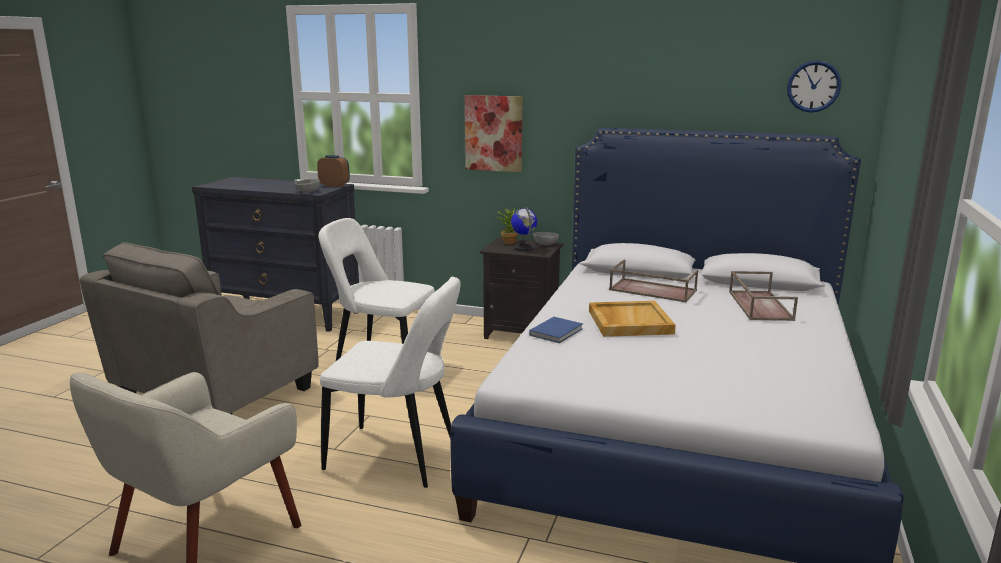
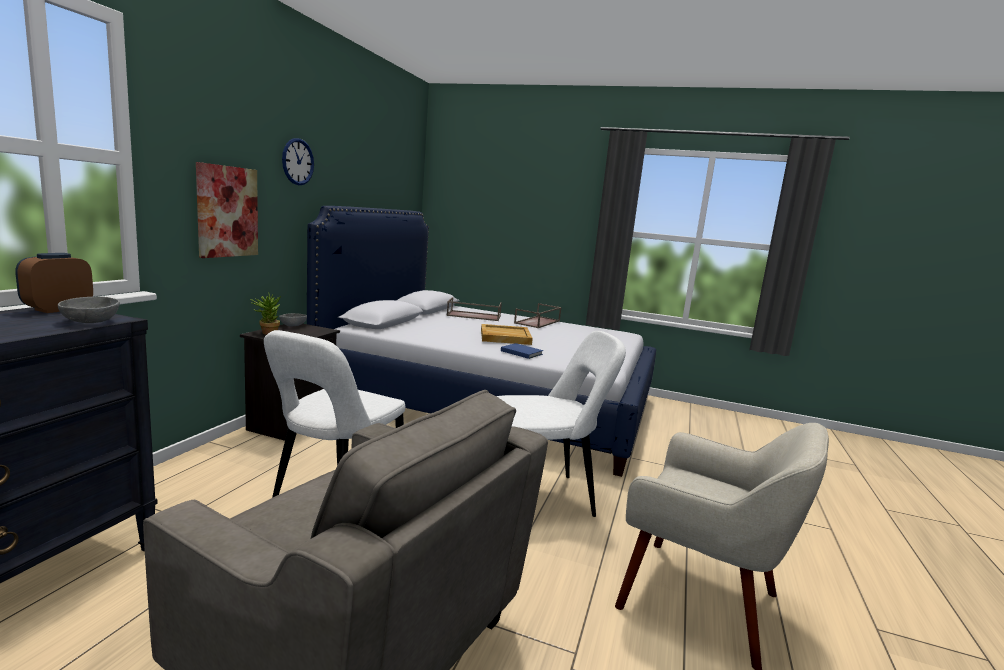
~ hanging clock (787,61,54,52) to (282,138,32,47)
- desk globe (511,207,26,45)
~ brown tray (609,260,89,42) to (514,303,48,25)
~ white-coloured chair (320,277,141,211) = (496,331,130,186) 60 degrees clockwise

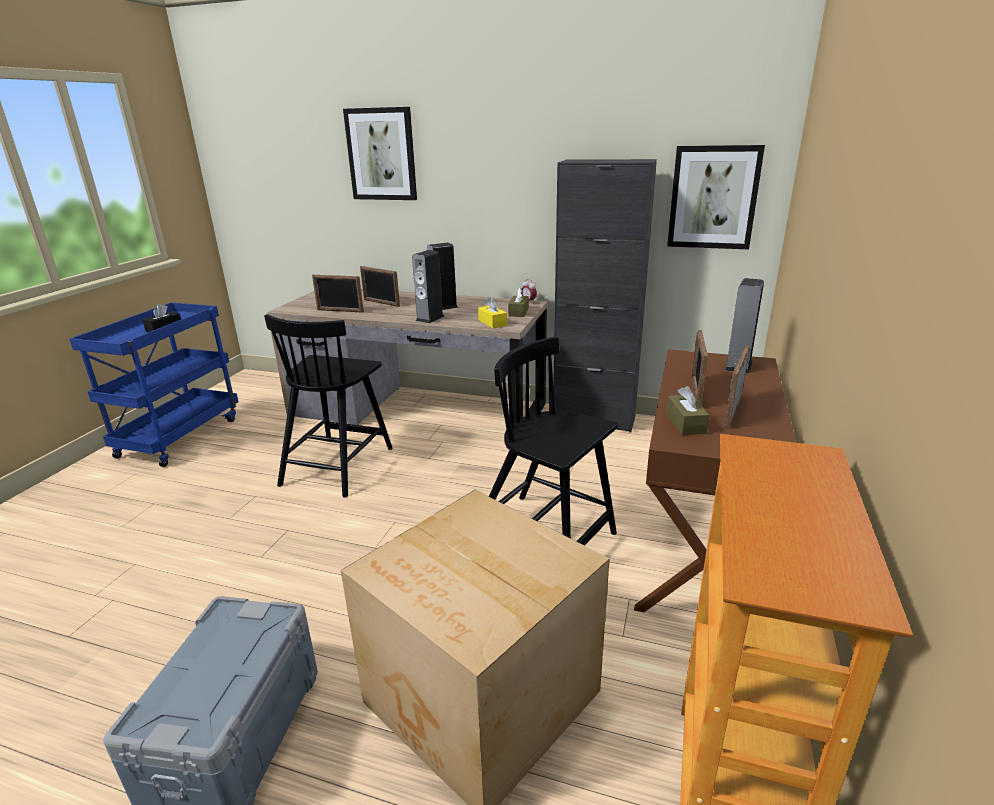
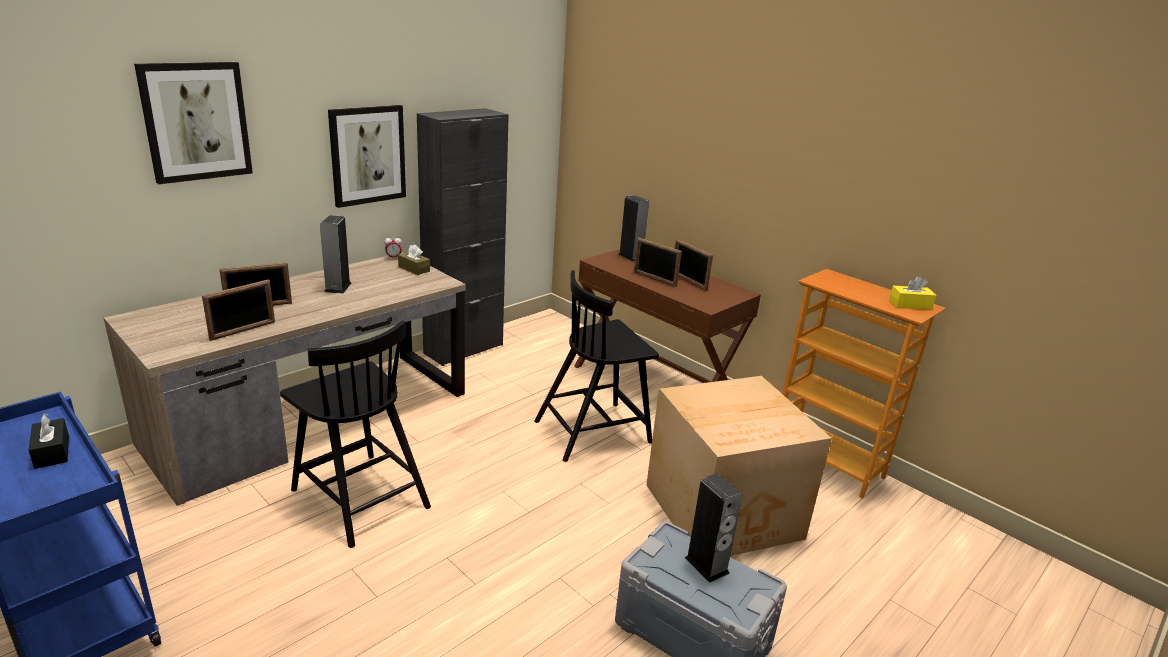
~ picture (667,145,98,104) to (328,105,78,103)
~ audio speaker (412,250,32,73) to (684,473,58,110)
~ yellow-coloured tissue box (478,297,29,31) to (889,276,48,34)
- brown tissue box (666,386,44,49)

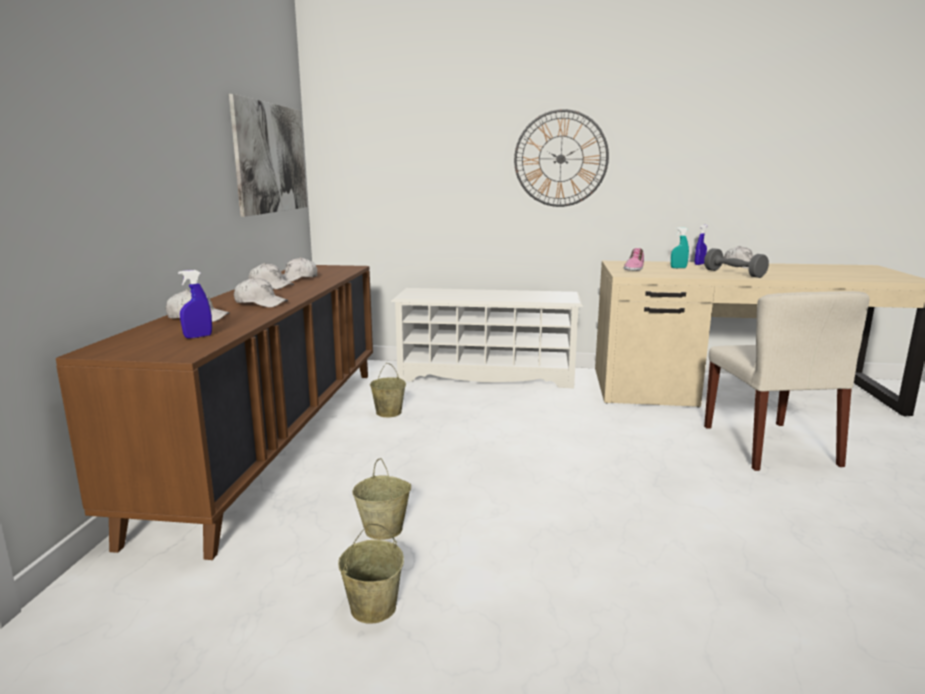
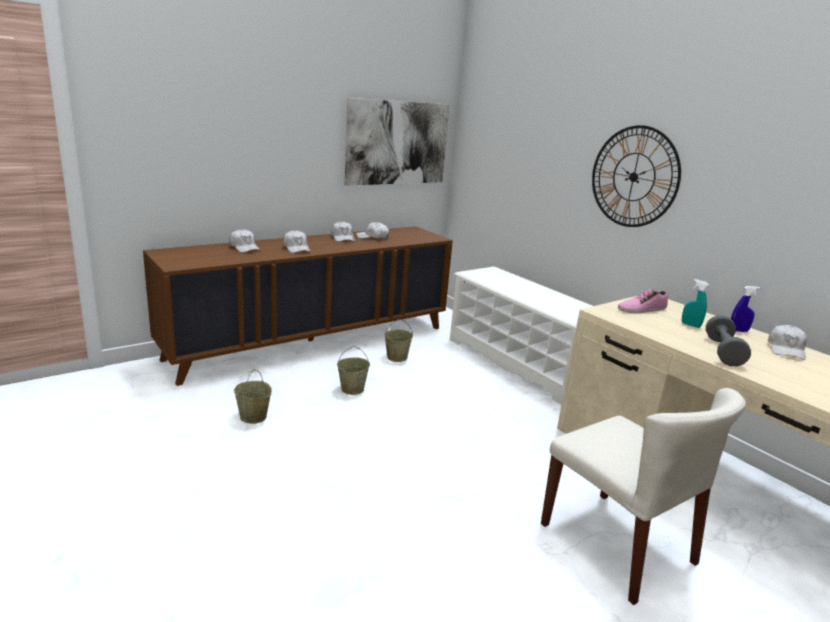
- blue hand sprayer (178,270,34,69)
~ beige chair (704,291,165,180) = (541,388,205,217) 75 degrees counterclockwise
~ beige bucket (338,524,66,100) to (337,346,33,49)

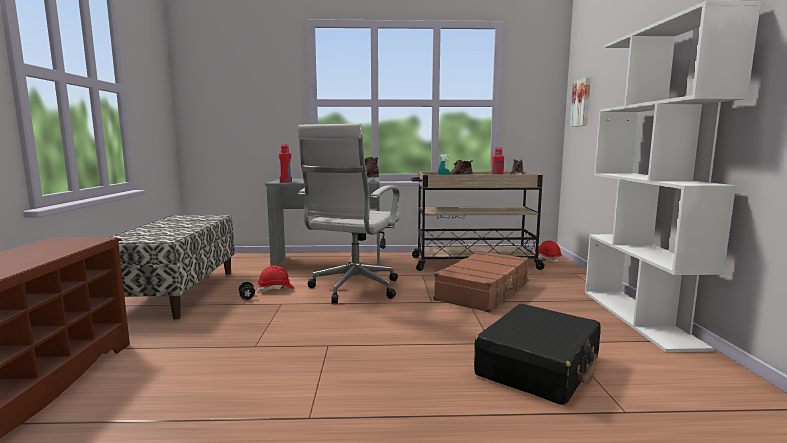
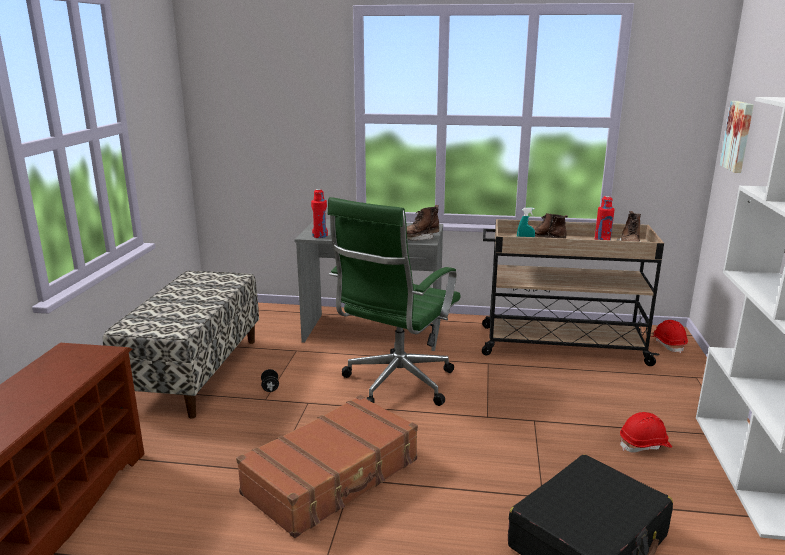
~ white-coloured computer chair (297,124,104,180) to green computer chair (328,197,133,209)
~ brown travel case (434,251,95,62) to (236,395,182,143)
~ reddish safety helmet (257,266,38,27) to (620,412,52,41)

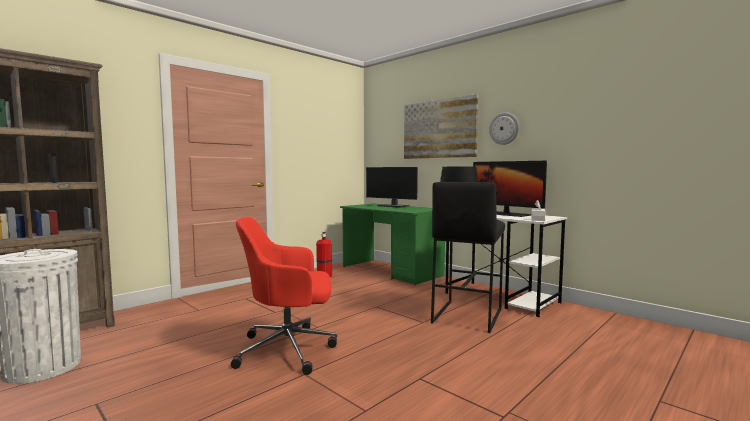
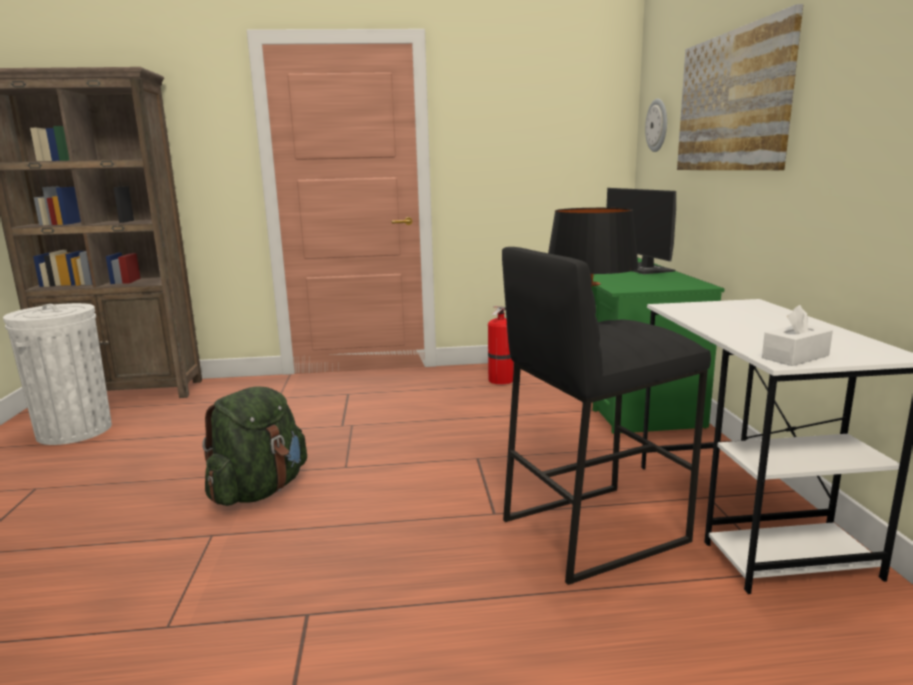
~ hanging clock (489,112,30,33) to (645,99,22,53)
- monitor (473,161,74,56)
~ reddish computer chair (231,217,106,158) to green backpack (203,386,104,120)

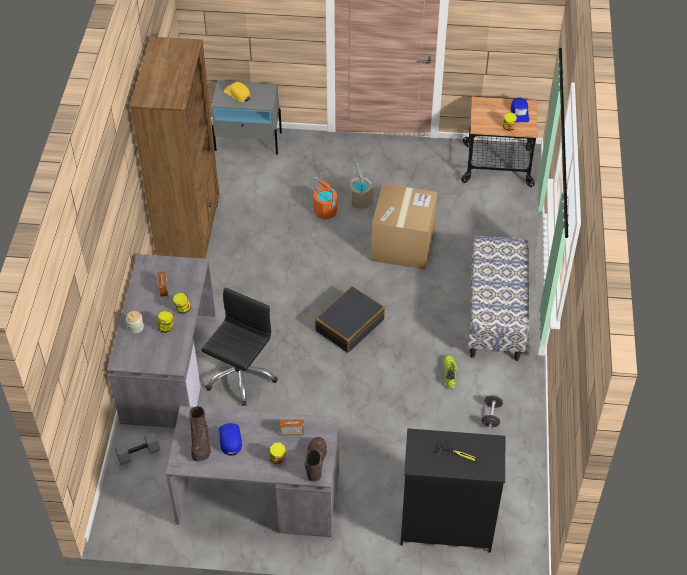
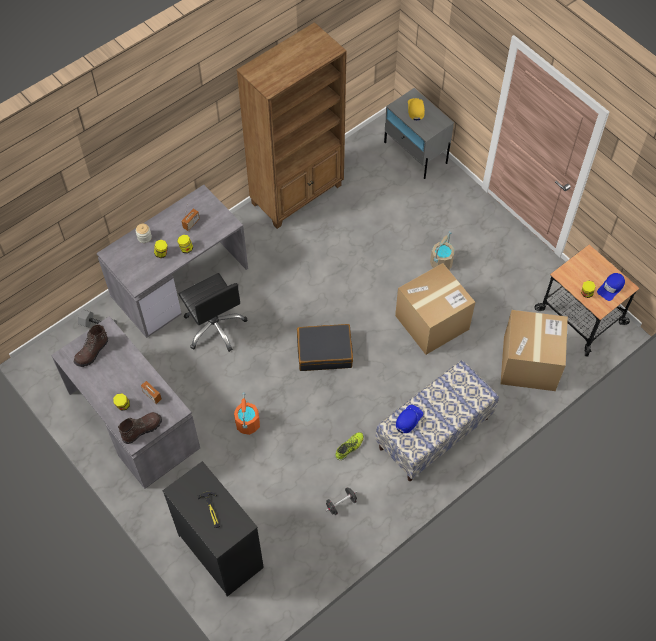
~ orange-coloured bucket (314,176,23,44) to (234,392,26,43)
~ black-coloured computer chair (201,287,77,119) = (179,273,68,79) 75 degrees clockwise
~ blue baseball cap (219,423,23,33) to (396,405,27,28)
+ carton (501,310,67,81)

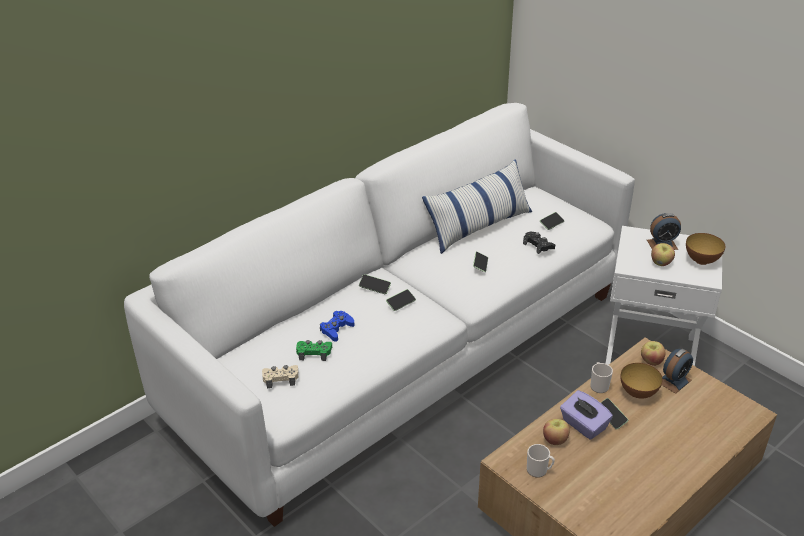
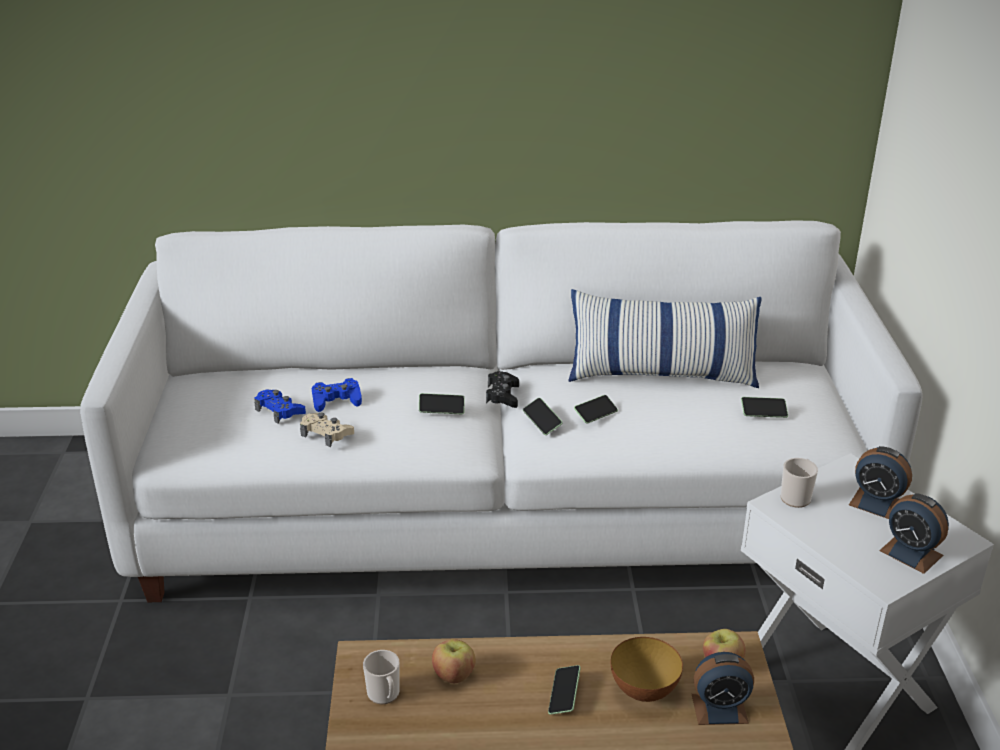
~ black-coloured joypad (523,232,32,22) to (486,371,33,37)
~ bowl (686,233,40,32) to bedside clock (880,493,69,81)
- whole apple (651,243,24,23)
~ telephone (359,274,32,20) to (523,398,40,37)
~ green joypad (296,340,36,21) to blue joypad (254,389,52,35)
~ mug (590,362,23,31) to (780,458,38,50)
~ beige joypad (262,365,36,23) to (300,413,54,34)
- purple-coloured tissue box (560,390,53,50)

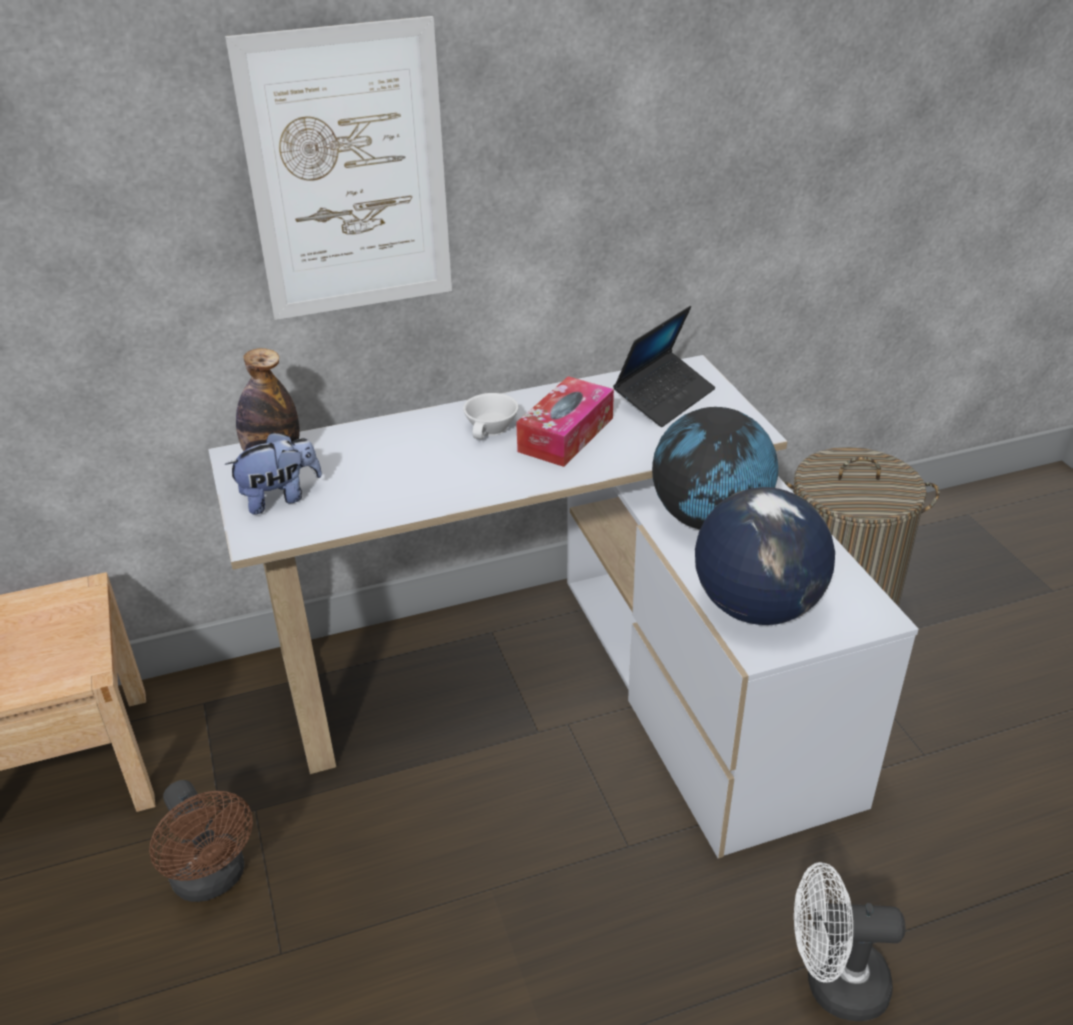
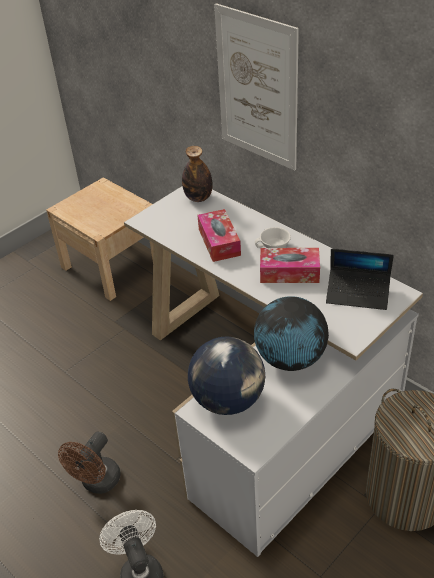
- soft toy (225,432,97,83)
~ brown cooling fan (149,780,104,122) to (58,432,63,62)
+ tissue box (197,209,44,53)

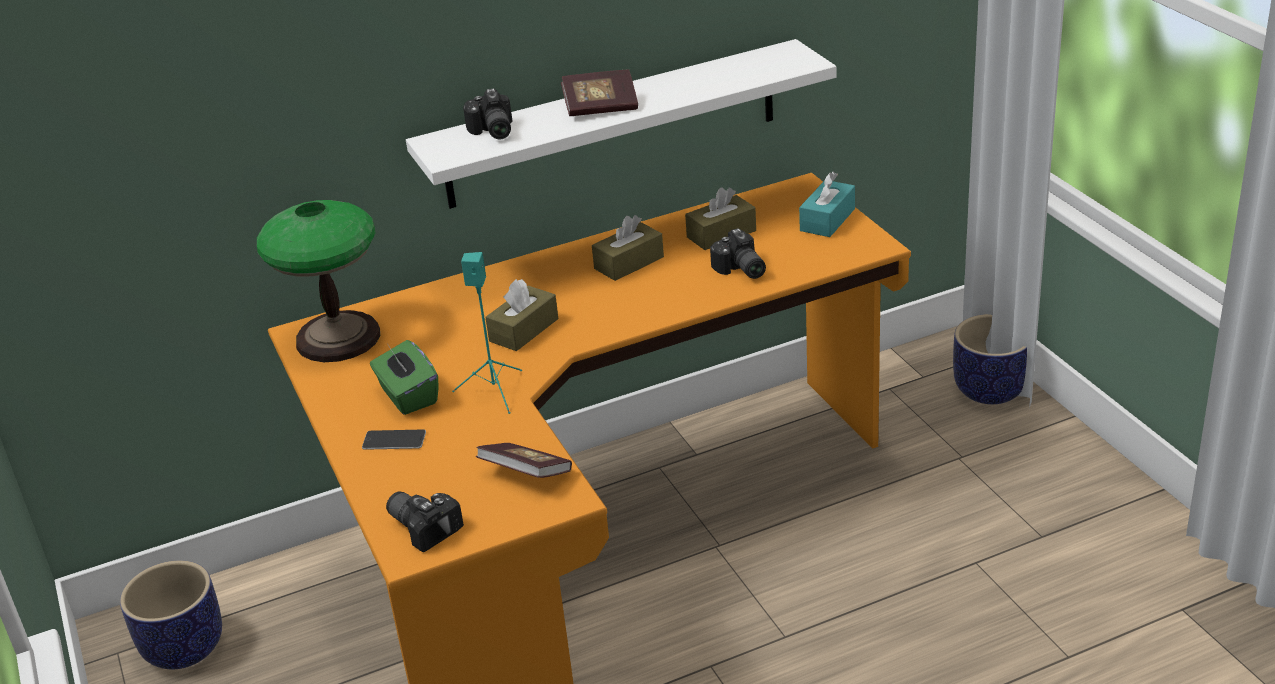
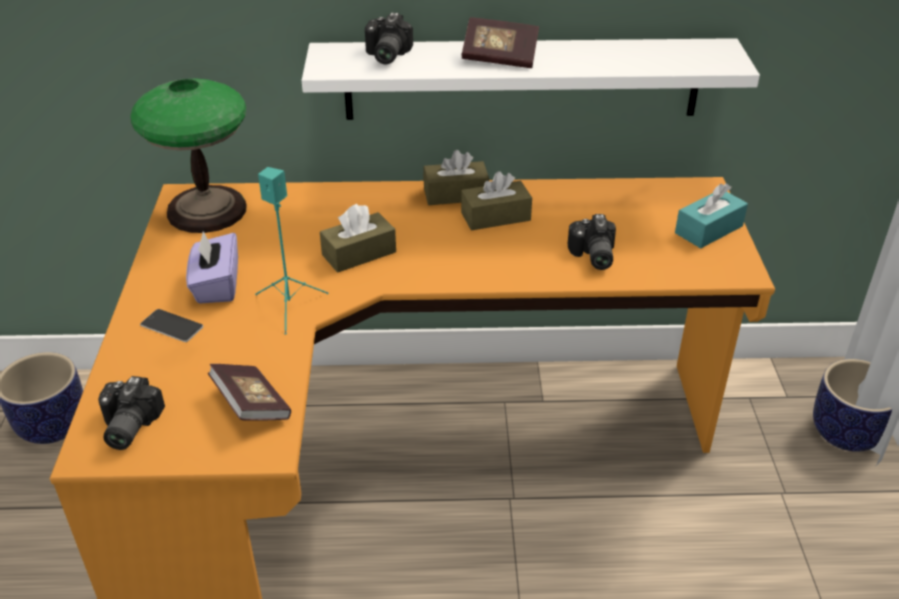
~ brown tissue box (685,188,71,62) to (423,150,66,55)
~ green tissue box (370,340,68,75) to purple-coloured tissue box (186,231,52,72)
~ still camera (386,492,78,60) = (98,376,67,74) 150 degrees counterclockwise

